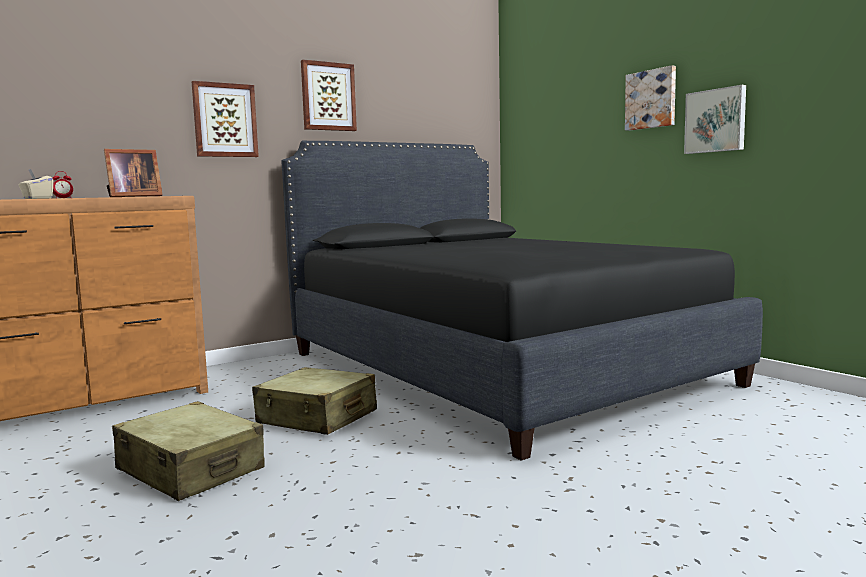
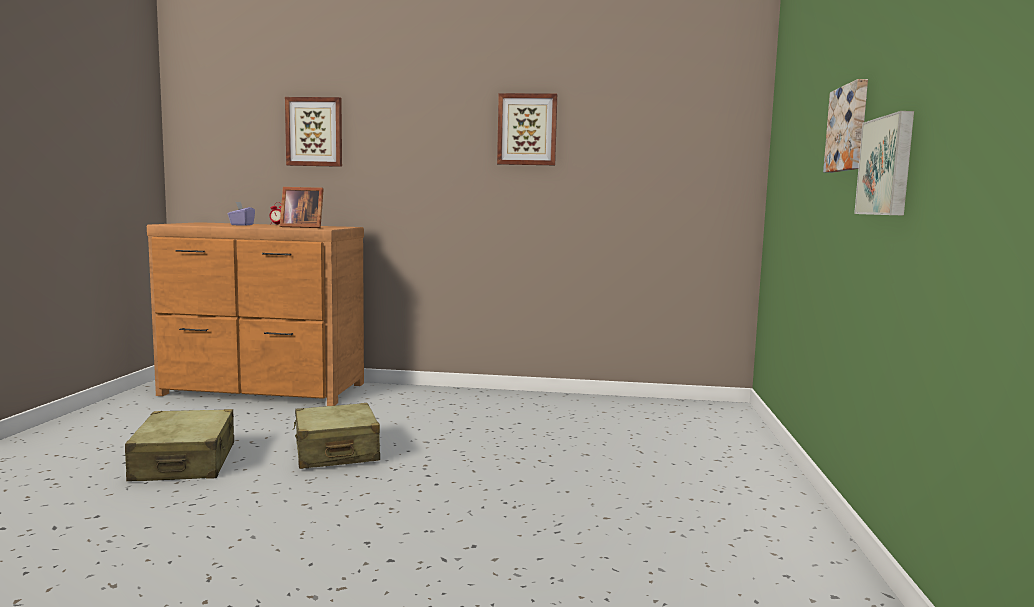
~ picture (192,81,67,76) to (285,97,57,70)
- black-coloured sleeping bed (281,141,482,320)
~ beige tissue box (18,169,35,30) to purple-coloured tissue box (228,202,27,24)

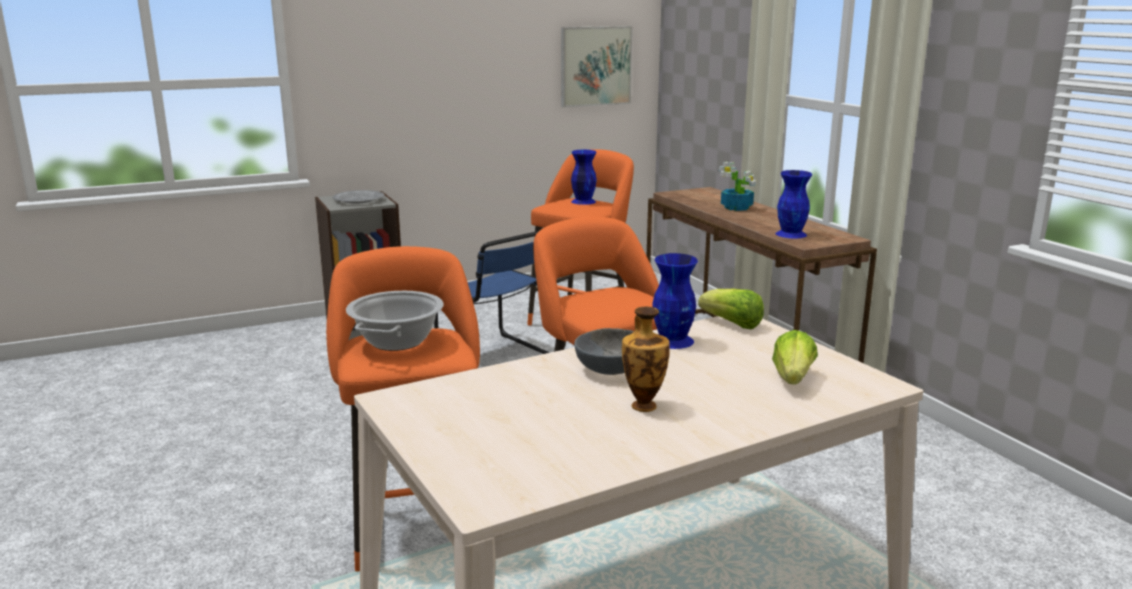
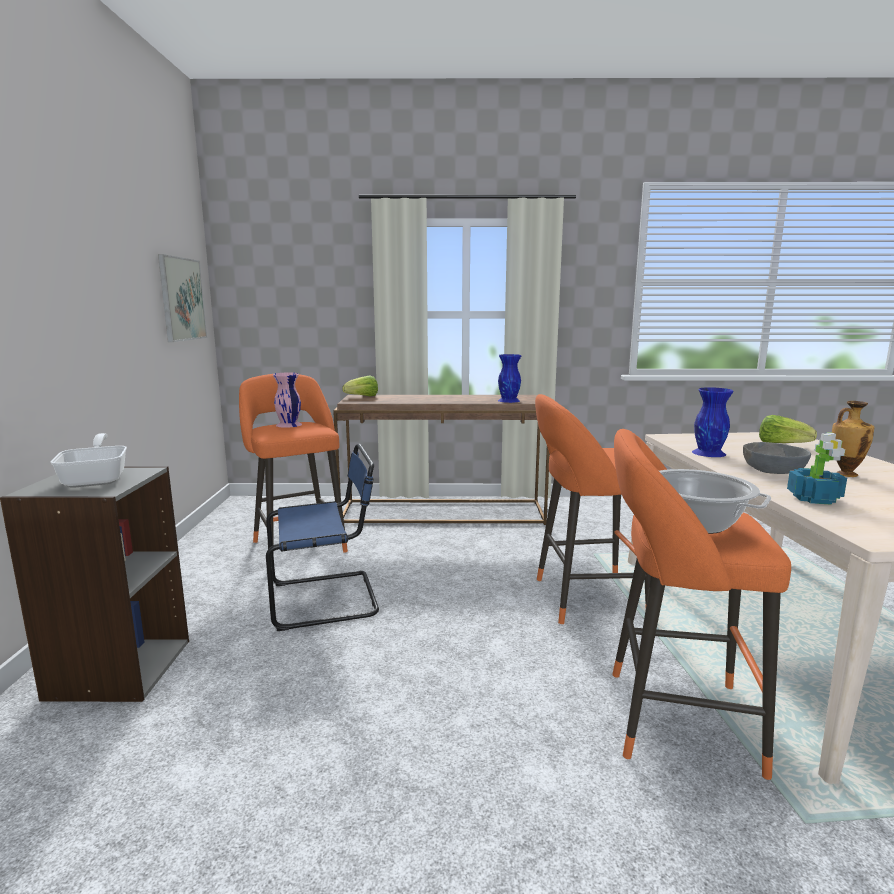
~ blue decorative vase (571,150,26,55) to pink decorative vase (273,373,29,55)
~ potted plant (719,162,38,49) to (787,432,60,73)
~ gray flat dish (332,190,52,14) to frying pan (50,433,77,55)
~ lettuce head (698,289,66,40) to (342,376,36,20)

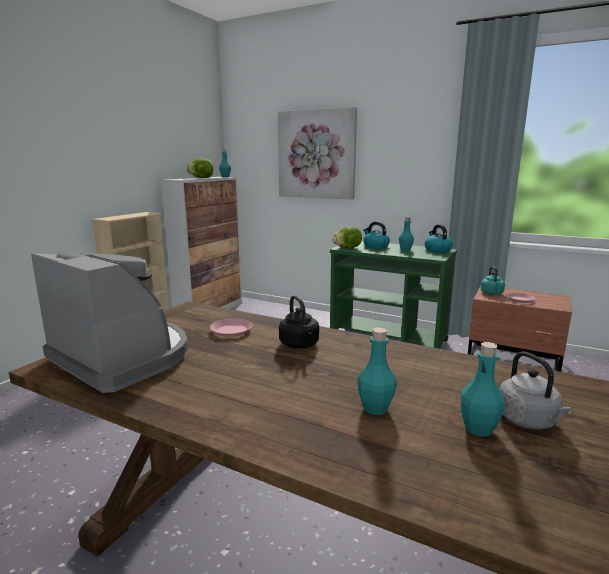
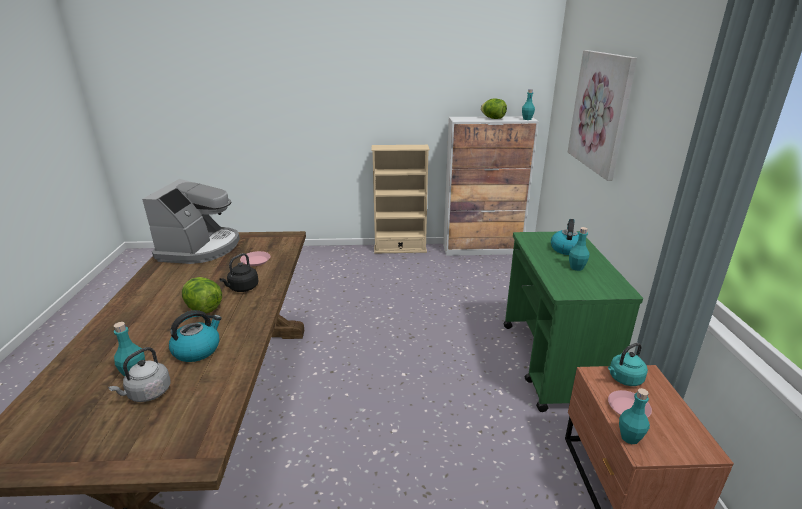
~ tea kettle (425,224,28,29) to (169,310,53,52)
~ lettuce head (332,226,30,22) to (182,277,40,36)
~ turquoise beverage bottle (357,328,40,87) to (619,388,31,56)

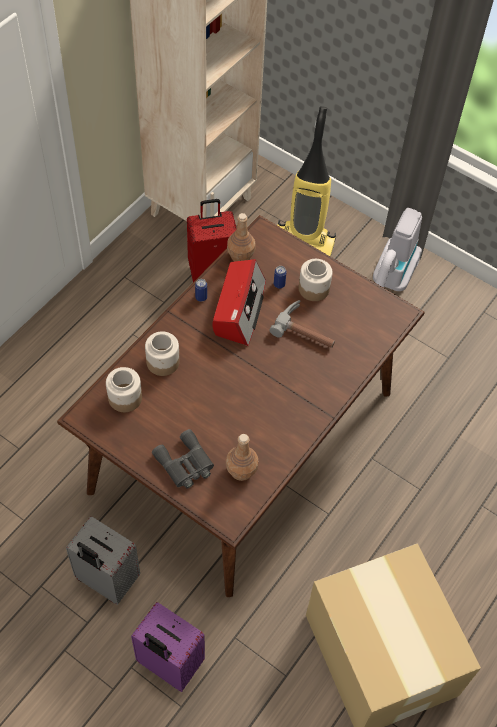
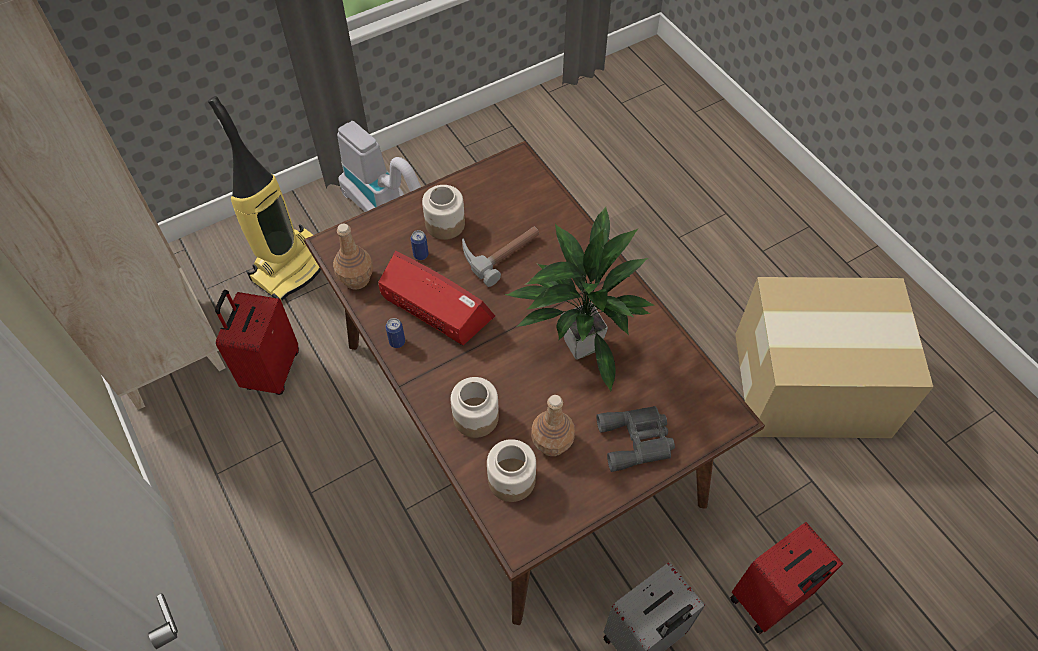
~ brown beverage bottle (226,434,32,47) to (531,395,44,61)
~ purple-coloured travel case (131,602,74,90) to reddish travel case (730,522,113,112)
+ potted plant (505,207,149,184)

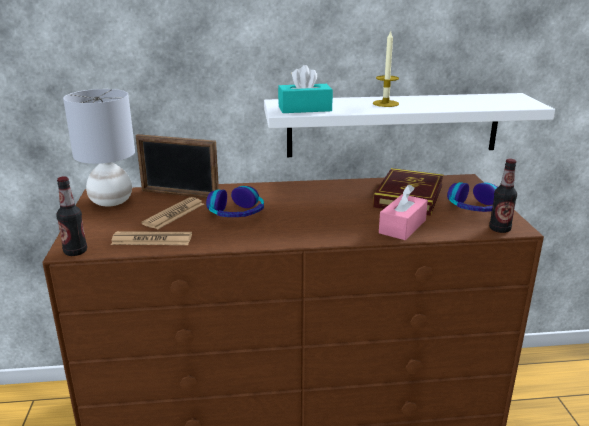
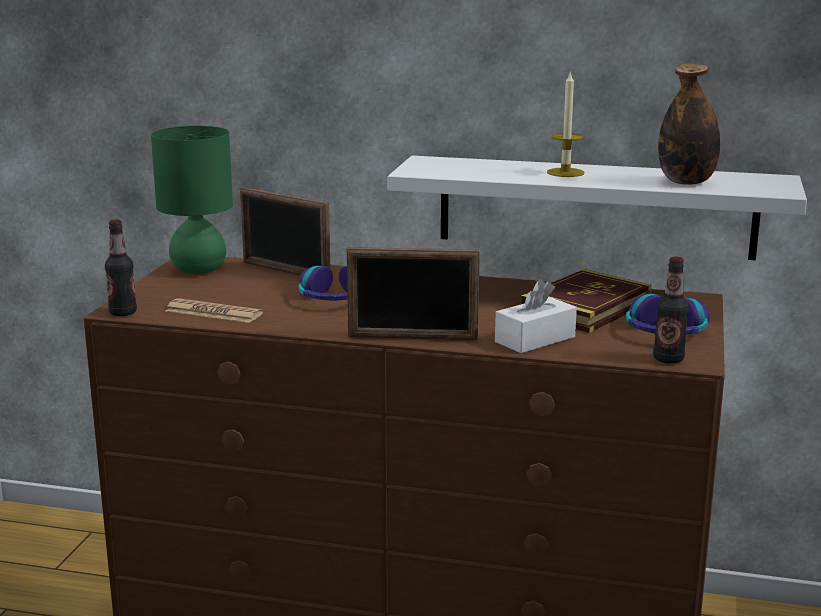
- turquoise tissue box (278,65,55,48)
~ gray lamp for a table (63,89,72,118) to green lamp for a table (151,125,82,149)
~ pink tissue box (379,185,49,55) to white-coloured tissue box (495,279,82,74)
- daily paper (141,197,63,32)
+ beverage bottle (658,63,62,122)
+ photo frame (347,247,133,93)

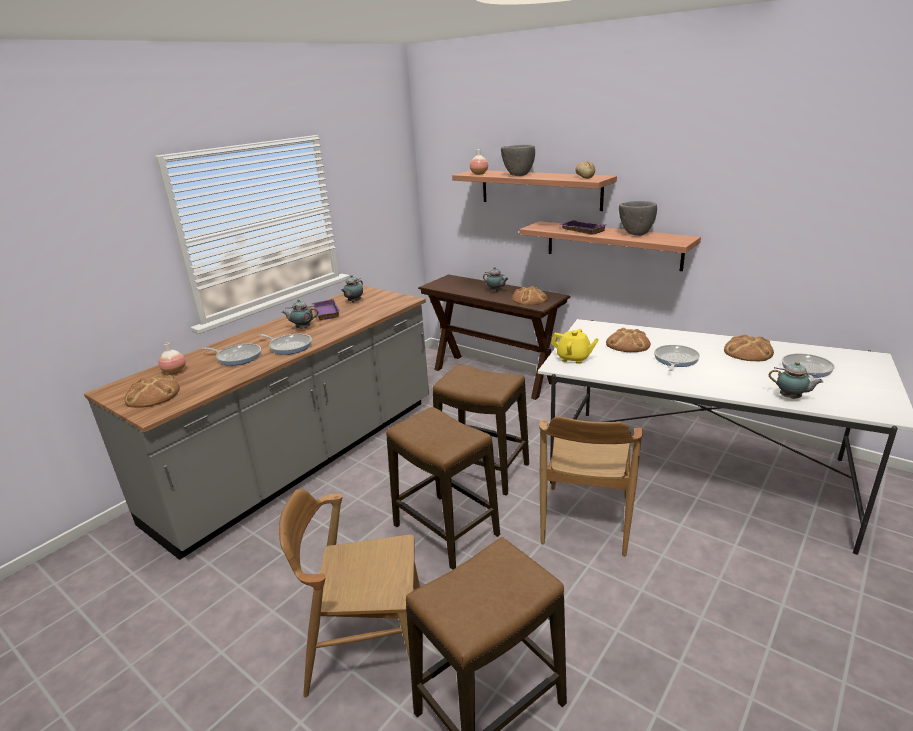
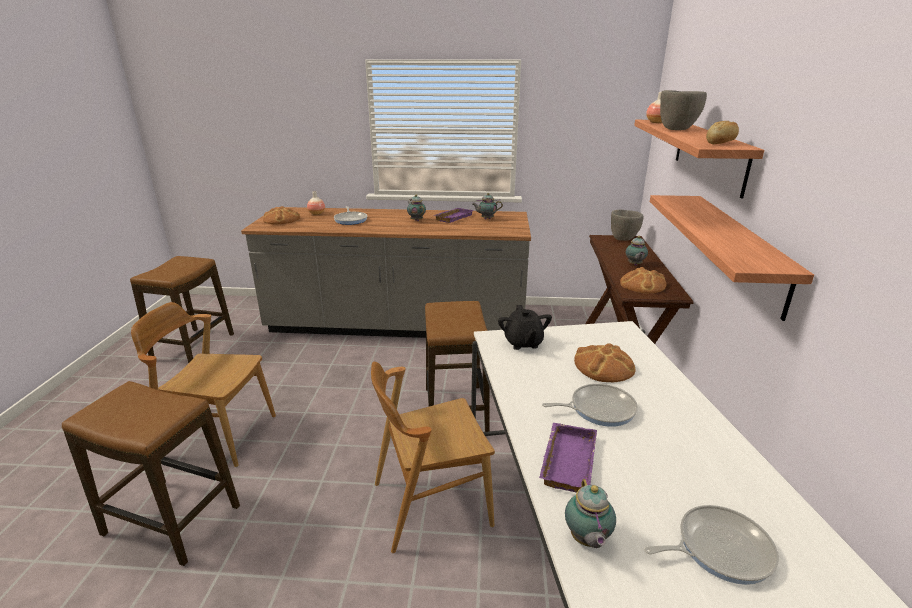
~ gray bowl (619,201,38,35) to (611,210,33,31)
~ purple-coloured tray (559,220,48,14) to (539,423,58,70)
~ yellow-coloured teapot (551,329,48,35) to black-coloured teapot (498,305,54,45)
- frying pan (259,334,53,21)
- bakery bread (724,334,50,27)
~ stool seat (386,407,114,163) to (130,256,104,107)
~ brown chair (279,489,141,208) = (131,302,145,165) 45 degrees counterclockwise

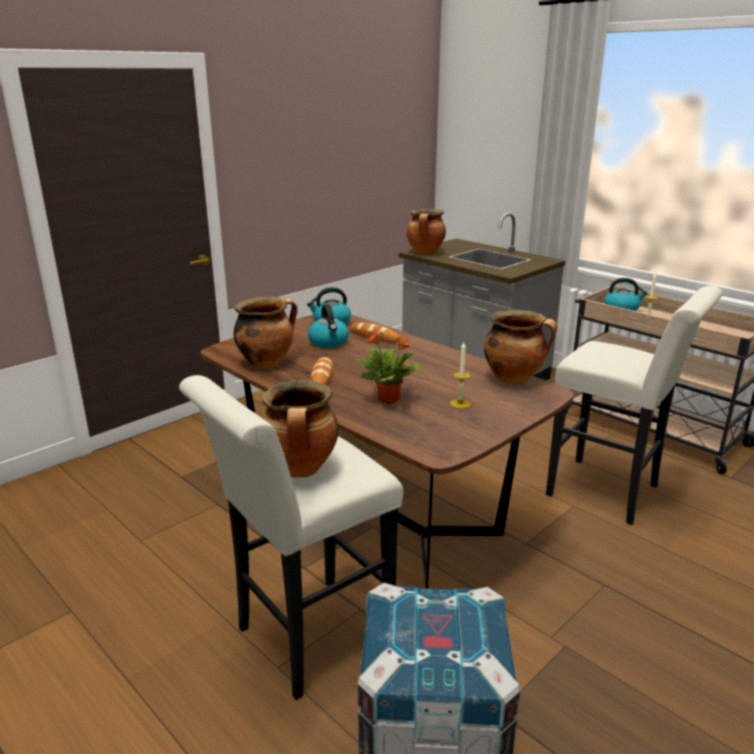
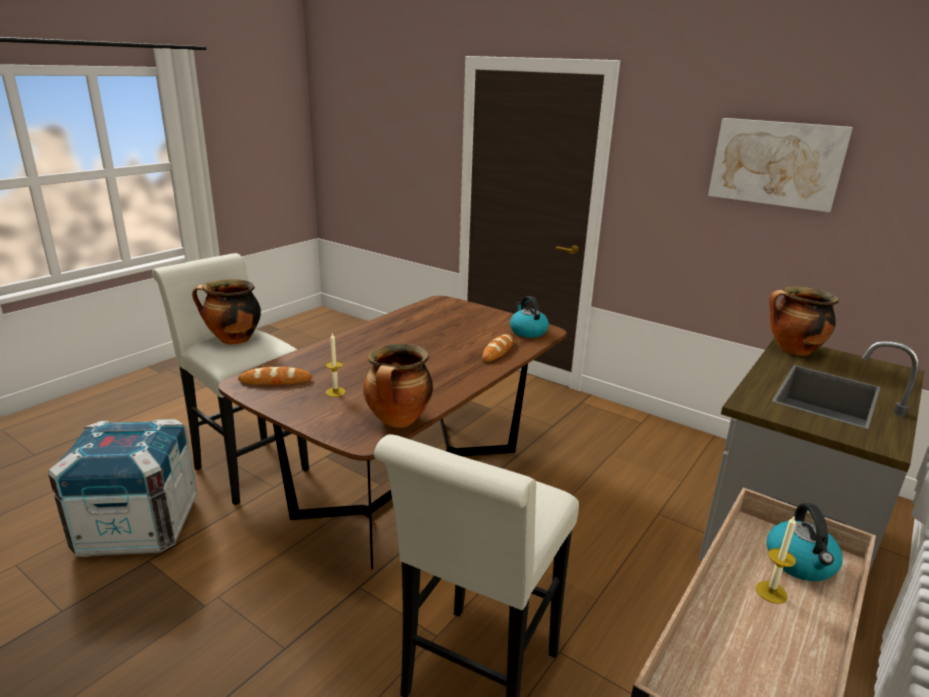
- stockpot (234,297,64,71)
- tea kettle (308,304,41,44)
- potted plant (357,331,65,73)
~ bakery bread (310,357,23,29) to (238,367,74,18)
+ picture (708,118,145,94)

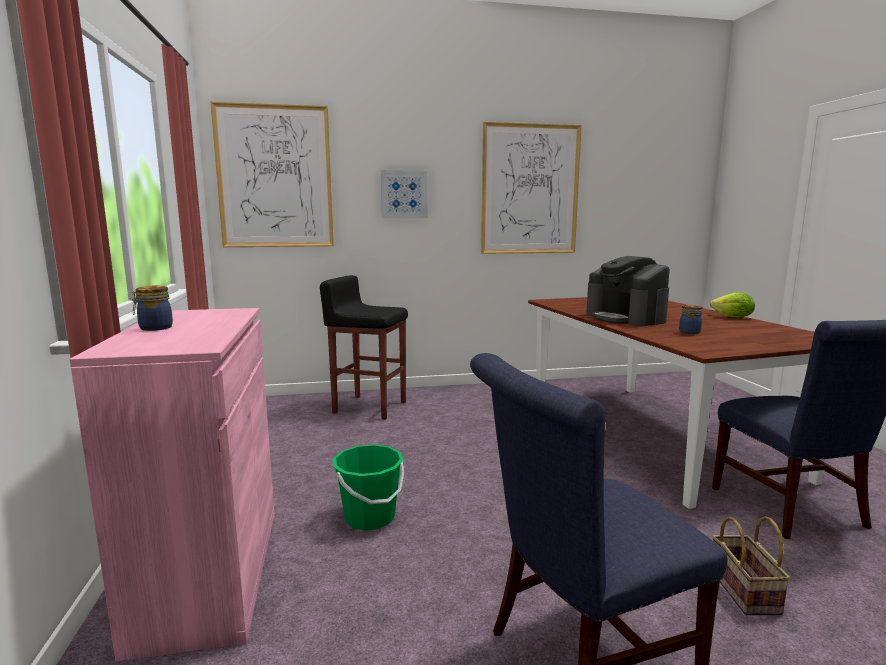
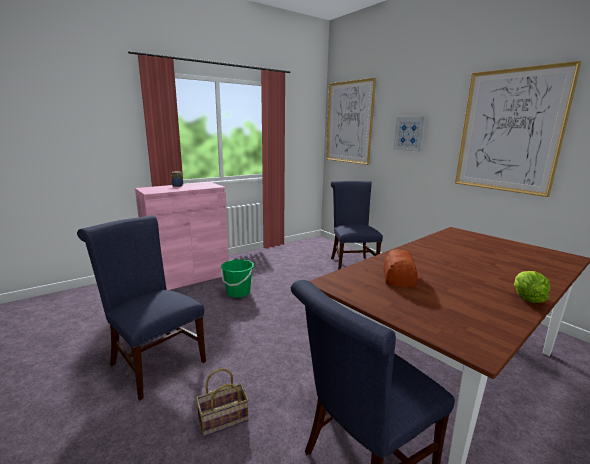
- coffee maker (586,256,84,70)
~ black-coloured stool seat (320,275,88,145) to blue chair (331,181,52,89)
~ jar (679,304,24,30) to bakery bread (383,249,35,39)

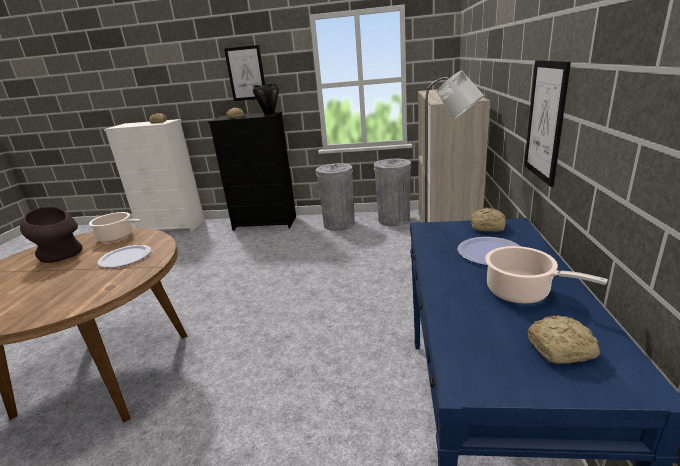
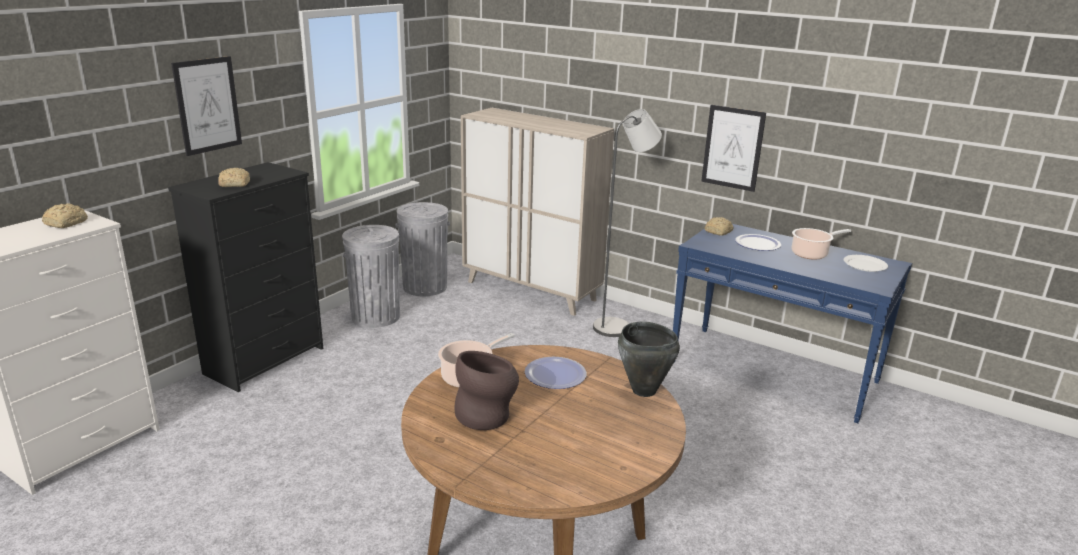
~ black-coloured stockpot (253,84,26,30) to (618,322,62,75)
~ bakery bread (527,316,73,48) to white-coloured flat dish (844,255,44,17)

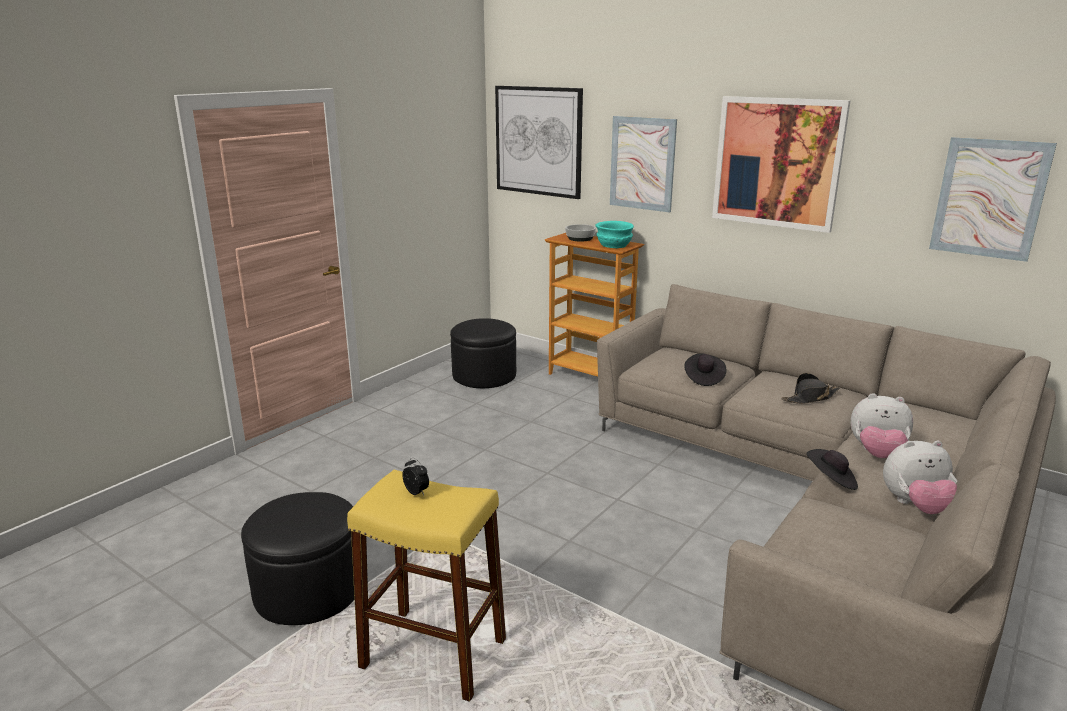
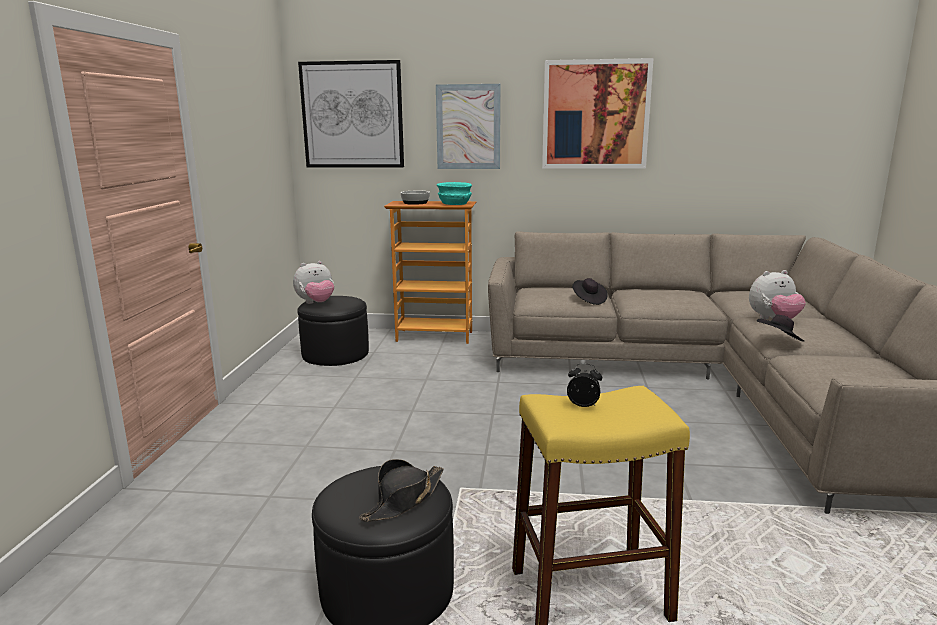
- picture (929,137,128,125)
~ black-coloured clothing hat (781,373,59,31) to (359,459,85,63)
~ soft toy (883,440,74,74) to (293,261,41,43)

